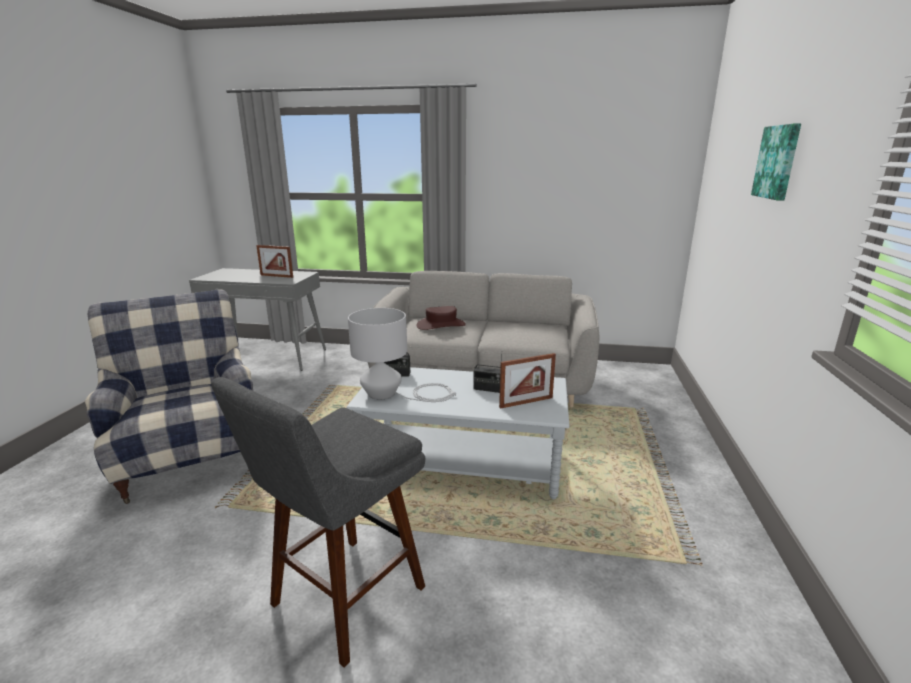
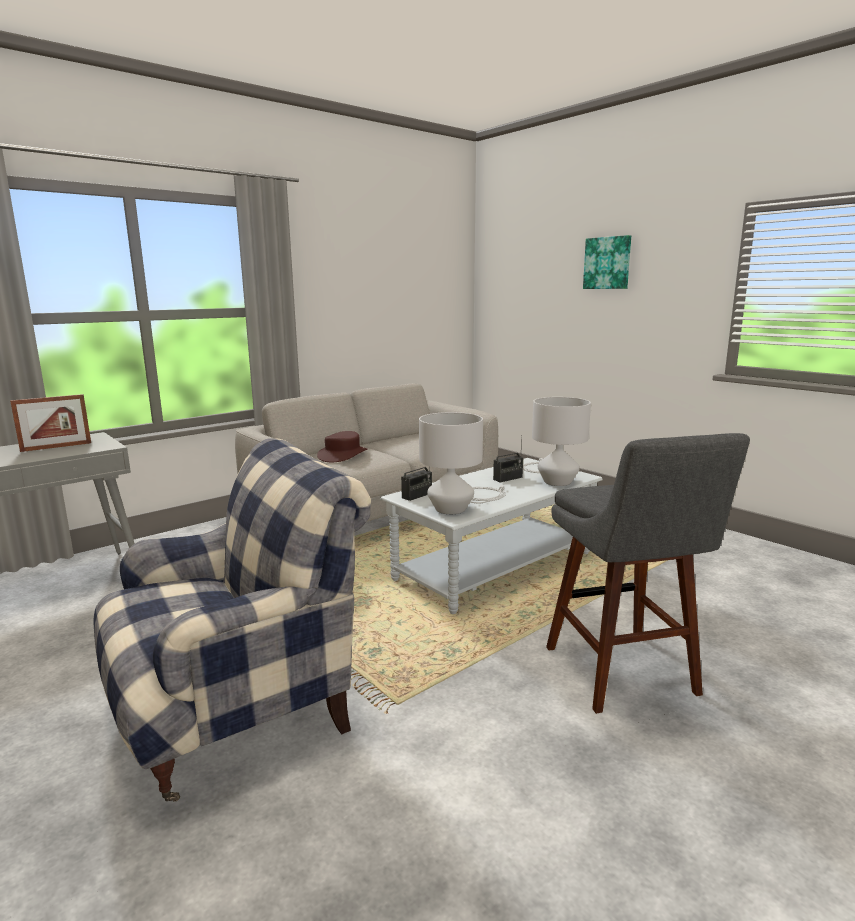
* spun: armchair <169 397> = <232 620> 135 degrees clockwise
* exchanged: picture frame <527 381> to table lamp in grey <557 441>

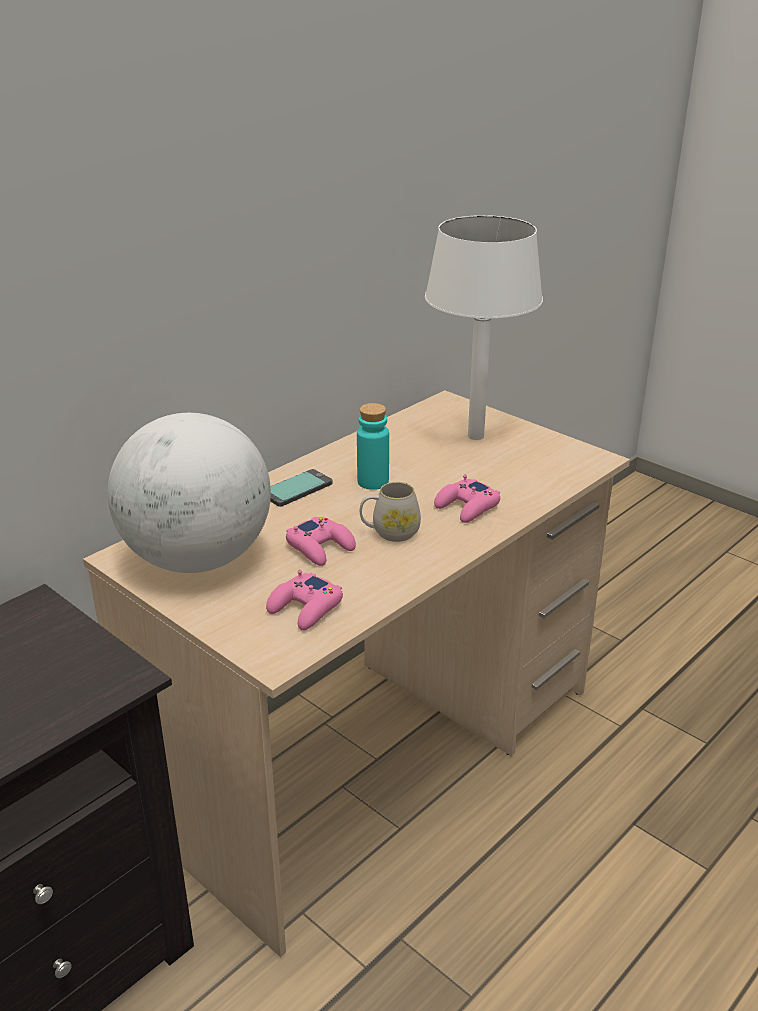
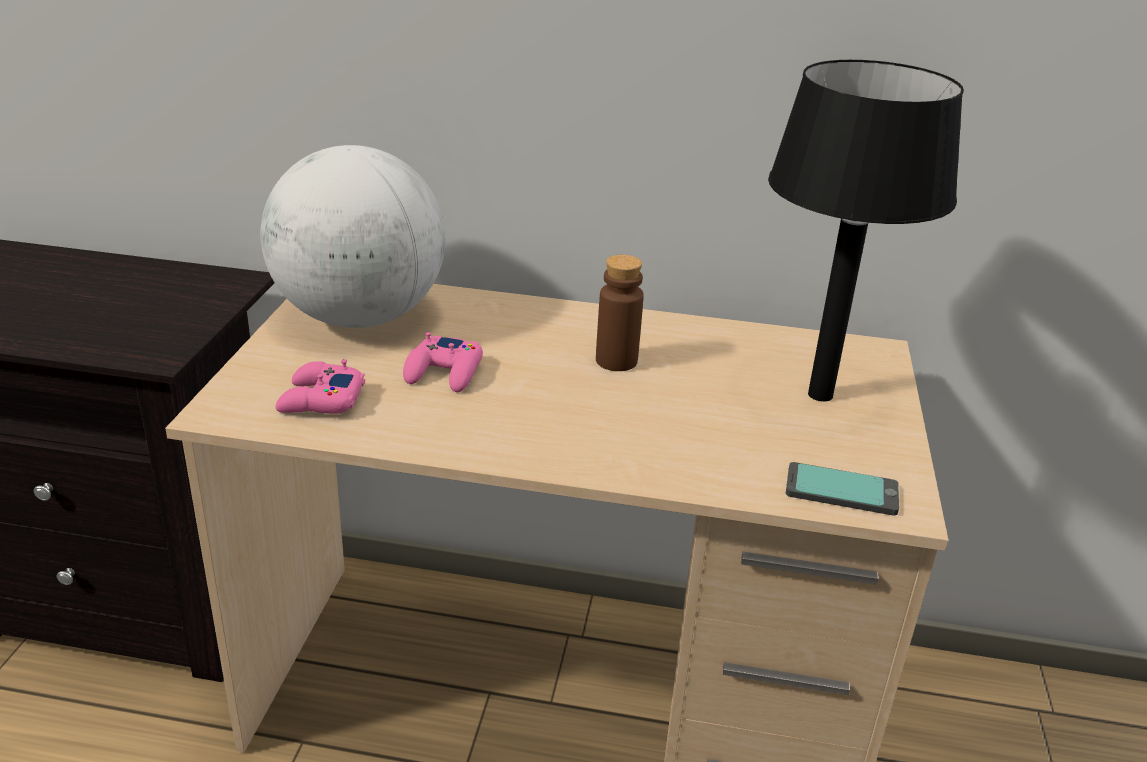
* relocated: phone <301 488> to <842 489>
* colour: bottle in turquoise <373 446> to bottle in brown <620 313>
* missing: mug in white <390 512>
* colour: table lamp in white <484 327> to table lamp in black <866 231>
* missing: game controller in pink <467 499>

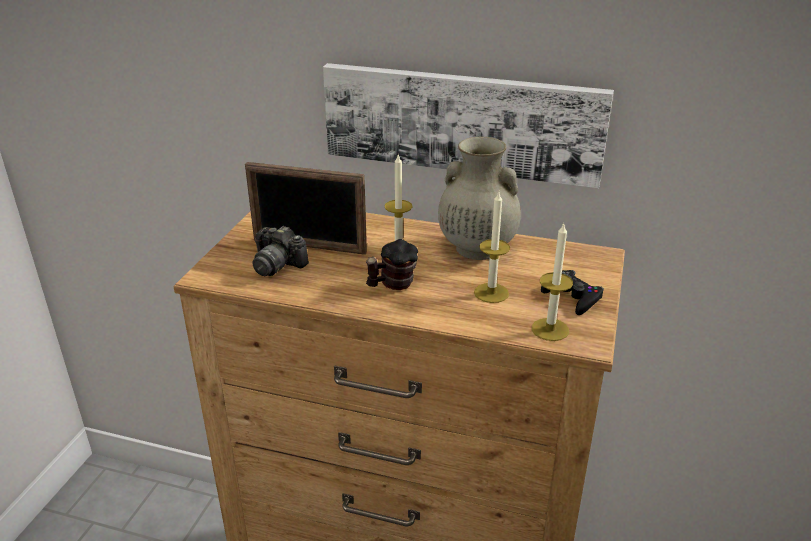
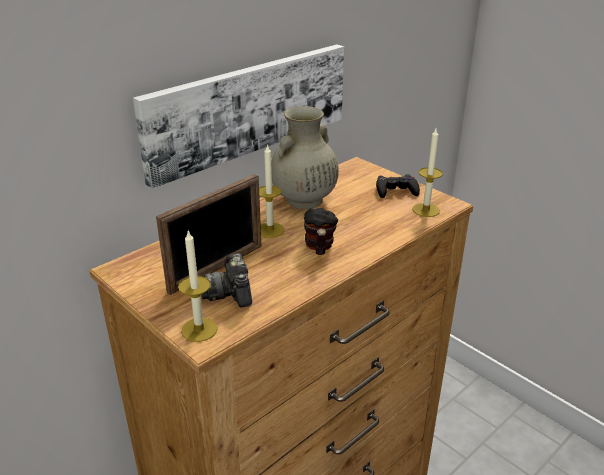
* spun: photo camera <280 251> = <226 280> 105 degrees clockwise
* relocated: candle <492 247> to <198 286>

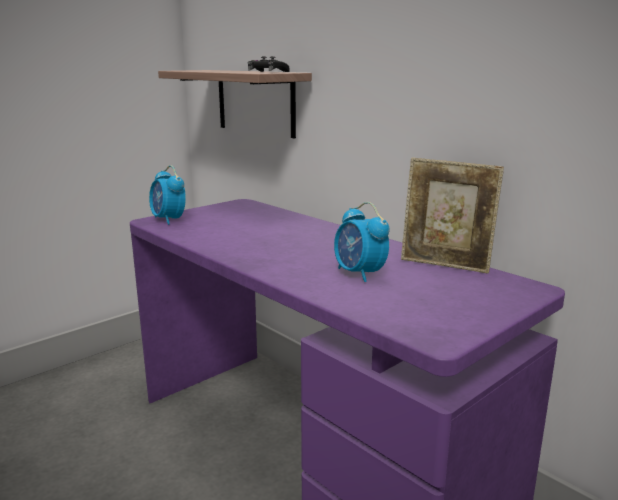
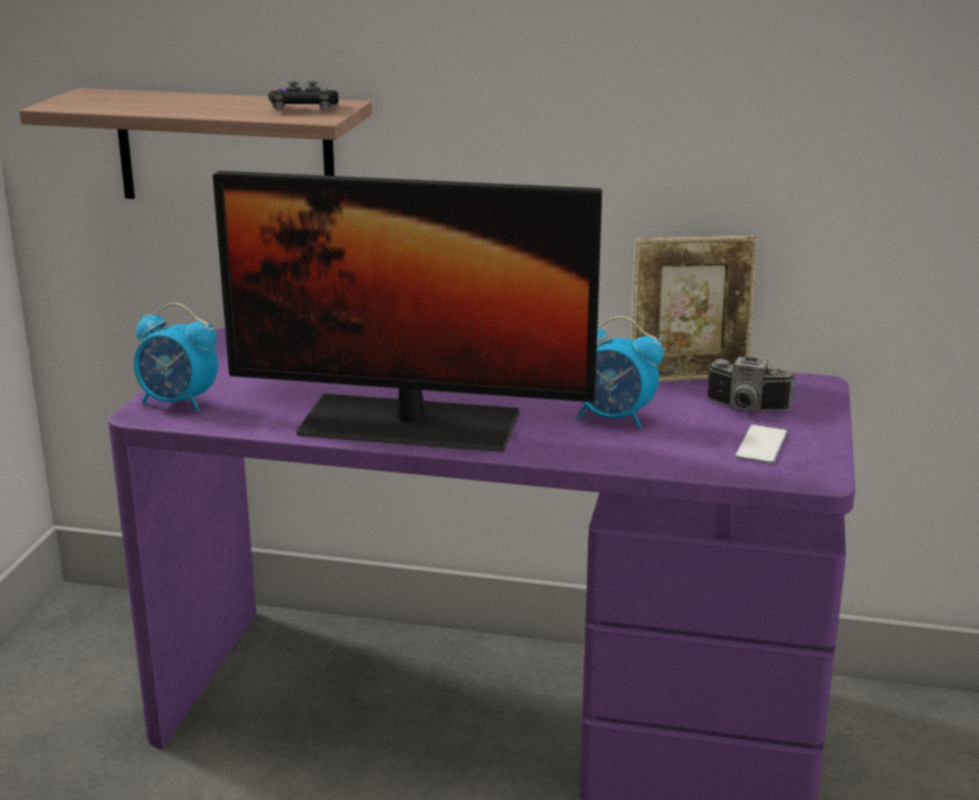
* appeared: monitor <407 311>
* appeared: photo camera <751 383>
* appeared: phone <761 443>

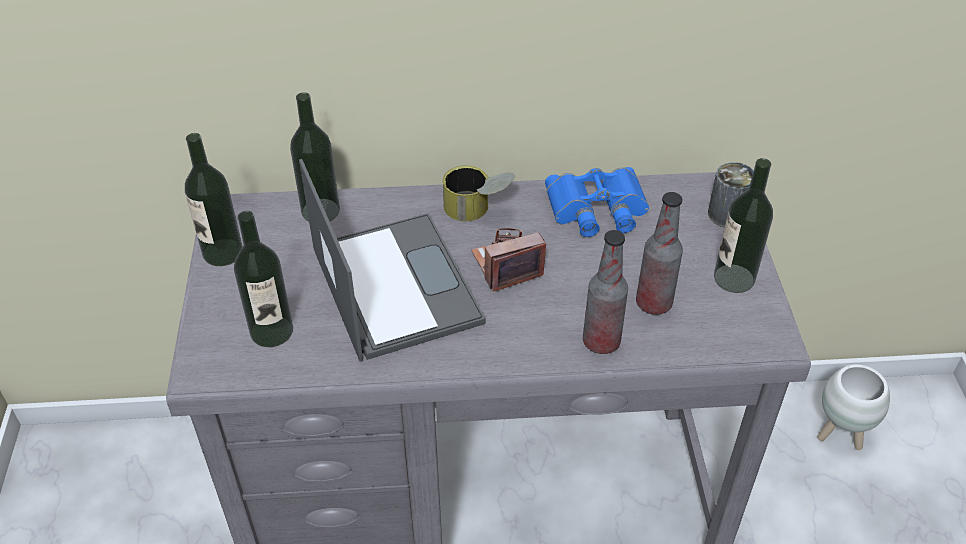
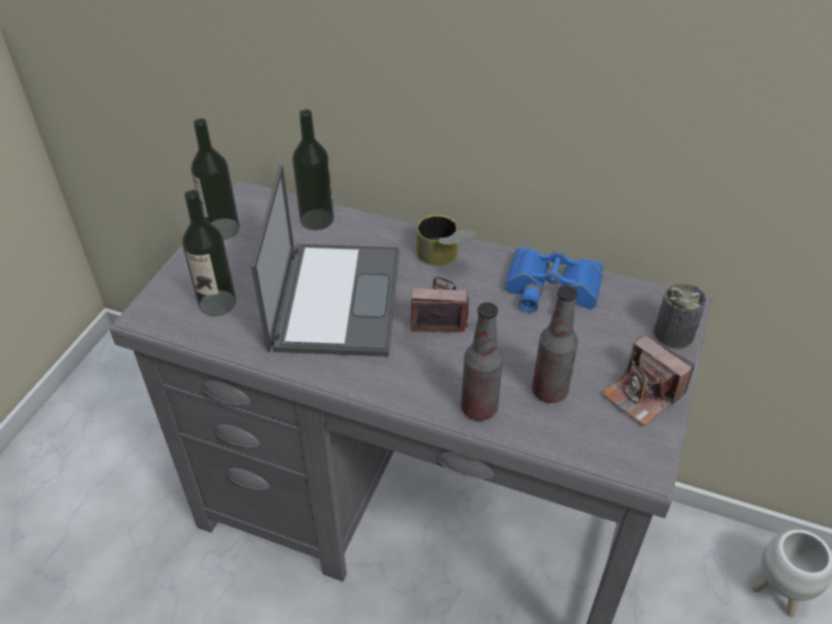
* exchanged: bottle <743 225> to photo camera <648 380>

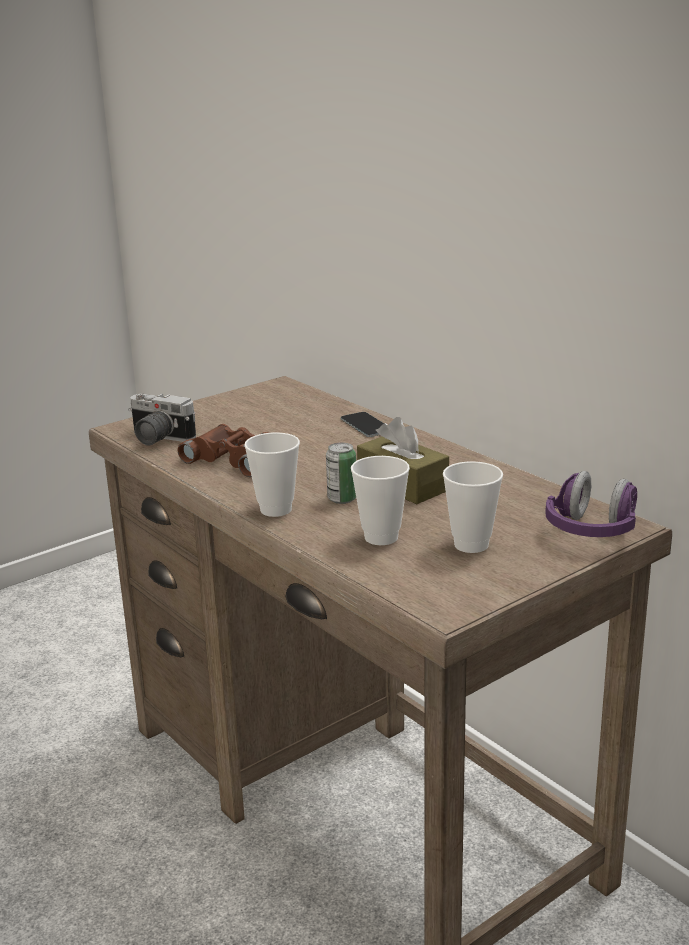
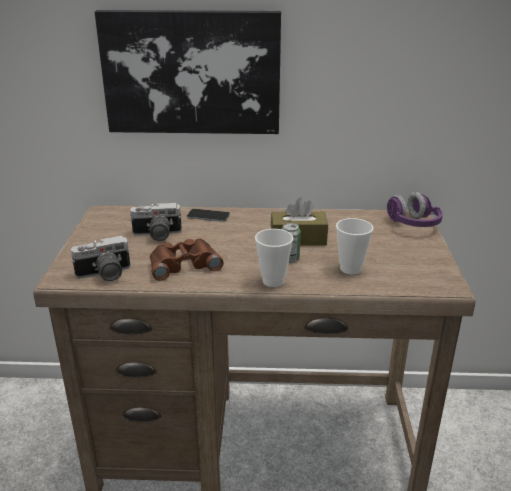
* missing: cup <473 507>
* appeared: picture <188 72>
* appeared: photo camera <155 222>

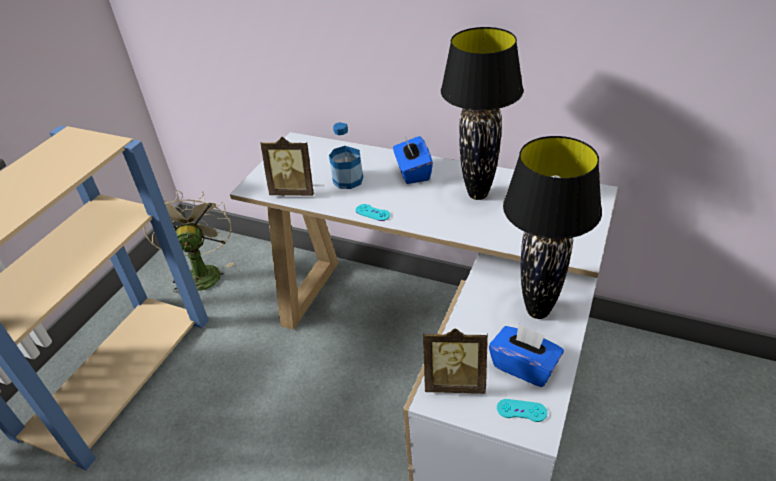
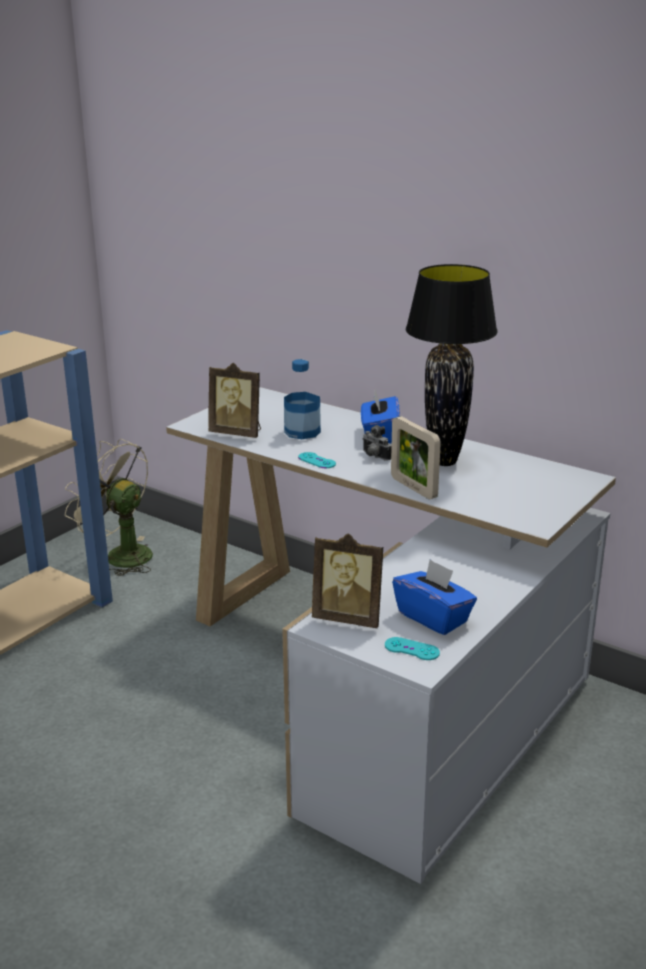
* spun: fan in beige <189 241> = <109 507> 60 degrees counterclockwise
* missing: table lamp in black <552 227>
* appeared: photo camera <377 443>
* appeared: picture frame <416 457>

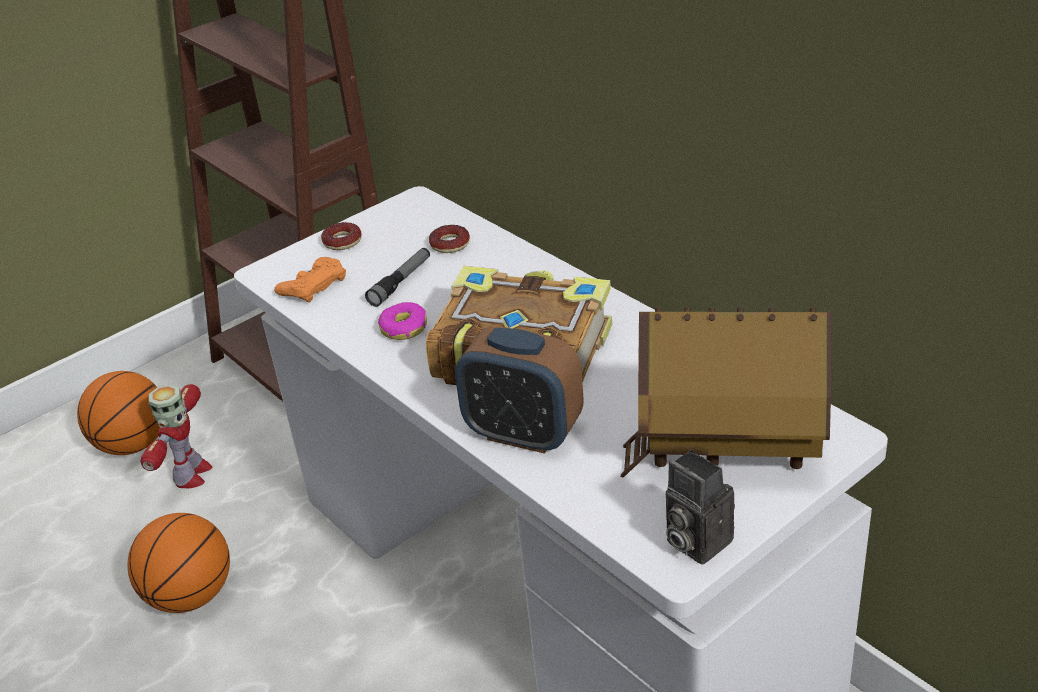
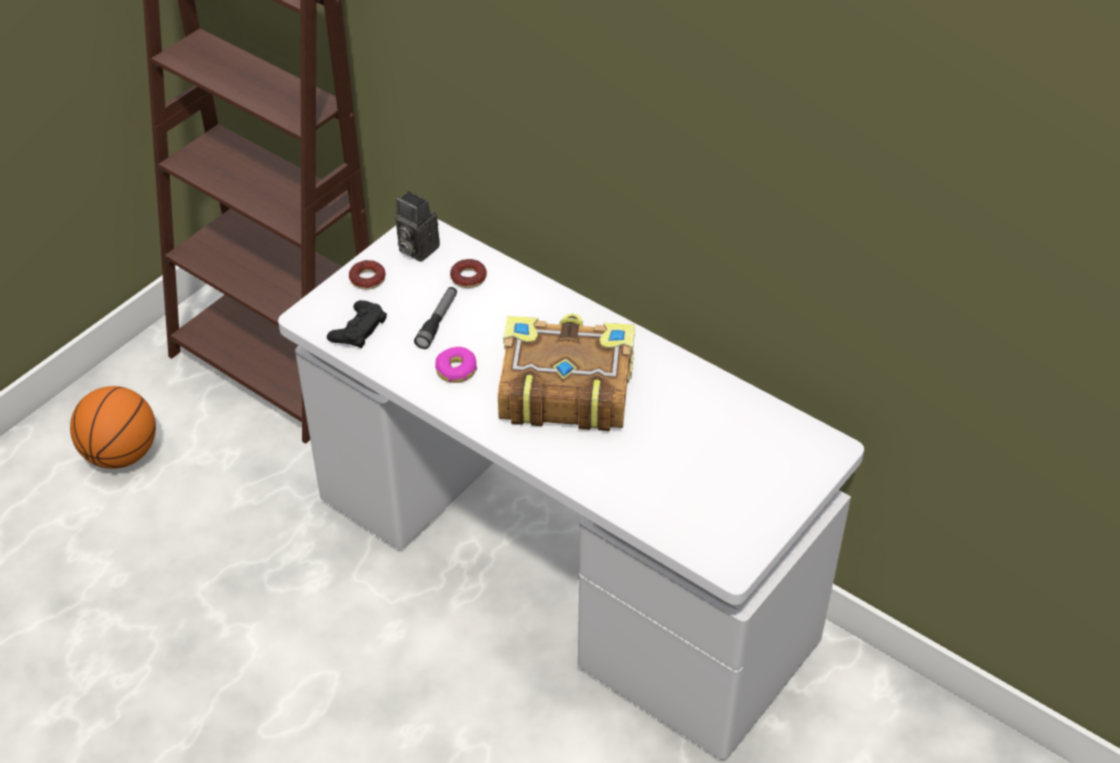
* missing: basketball <178 563>
* missing: toy robot <176 436>
* colour: game controller in orange <310 280> to game controller in black <357 324>
* missing: alarm clock <519 390>
* missing: toy house <726 392>
* relocated: photo camera <700 507> to <418 226>

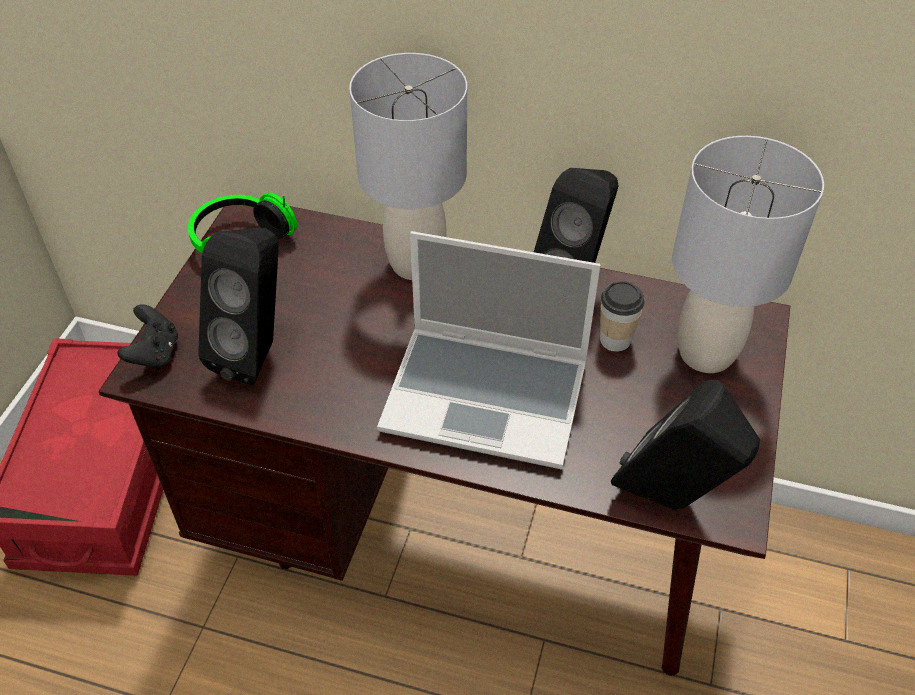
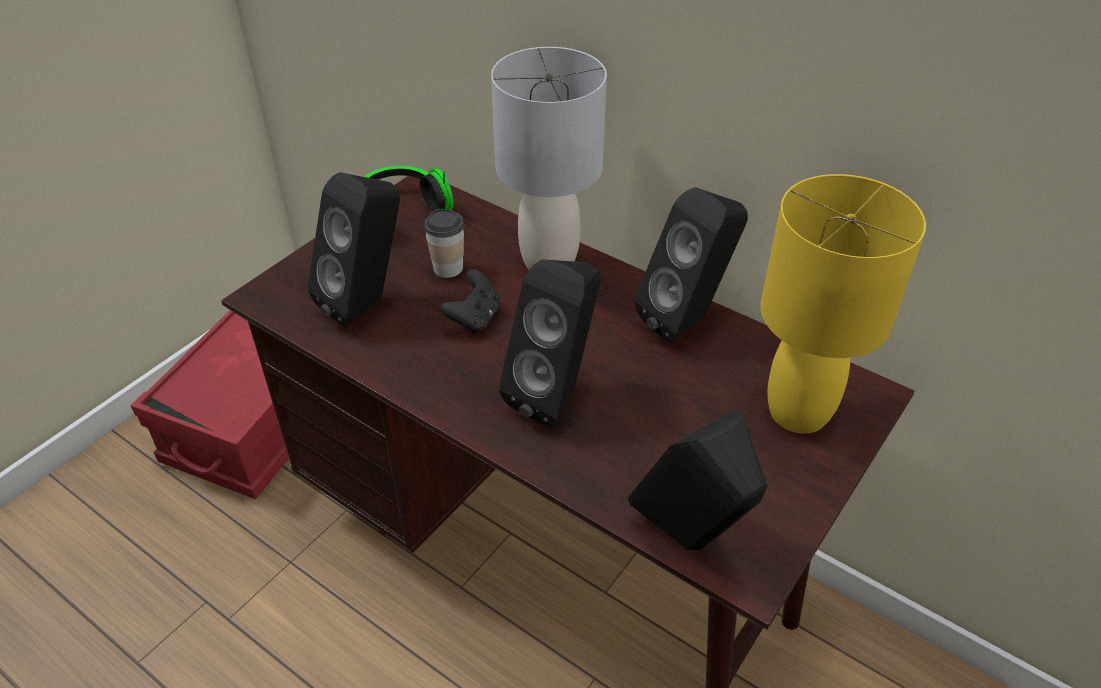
* relocated: game controller in black <148 337> to <471 301>
* exchanged: laptop <488 350> to speaker in black <550 343>
* relocated: cup <622 316> to <444 243>
* colour: table lamp in grey <748 254> to table lamp in yellow <843 304>

